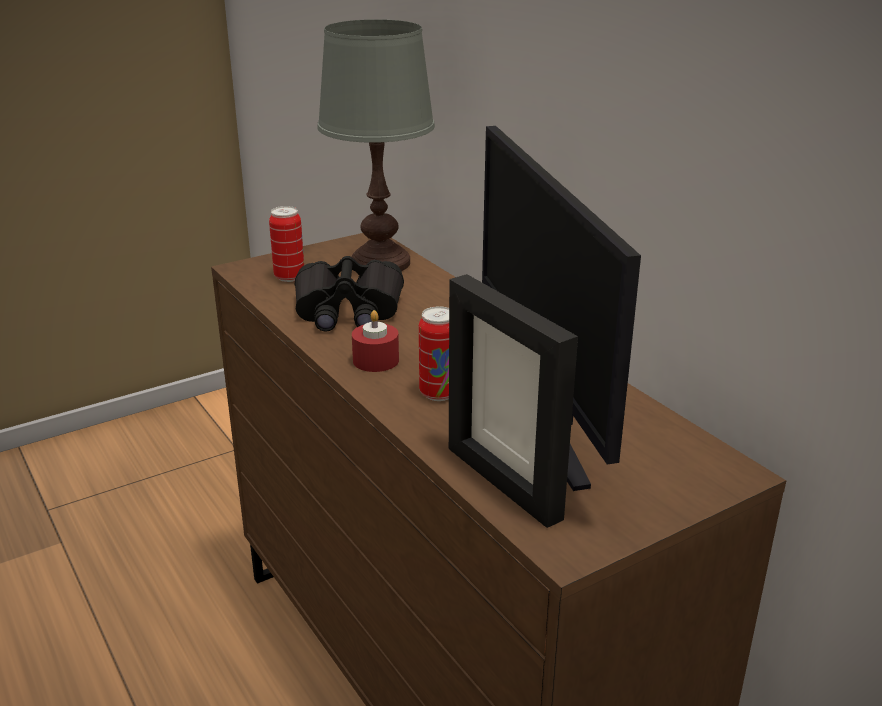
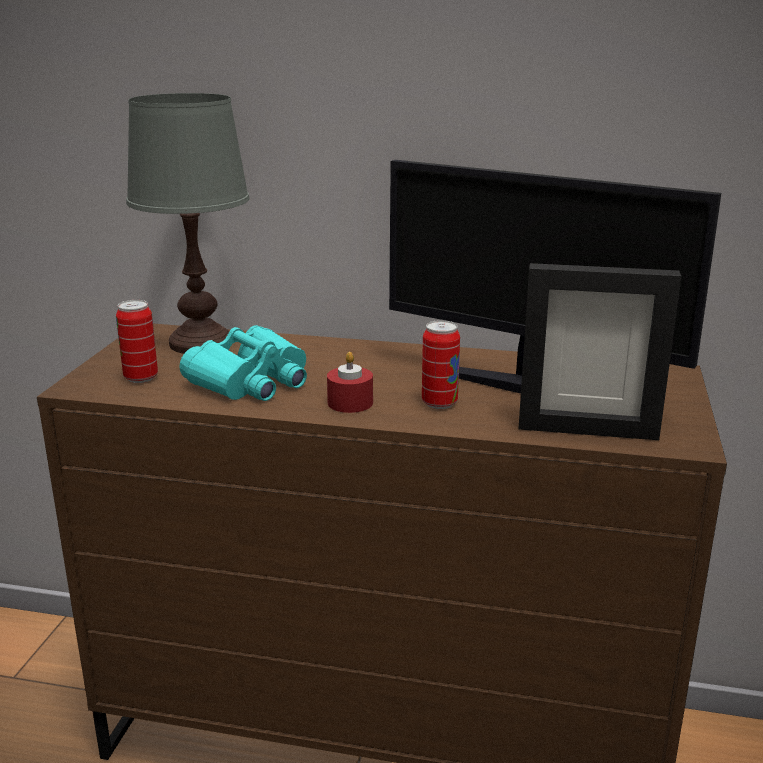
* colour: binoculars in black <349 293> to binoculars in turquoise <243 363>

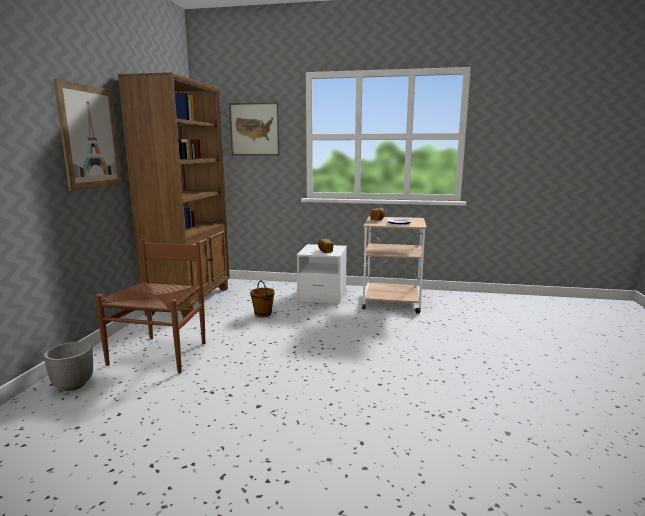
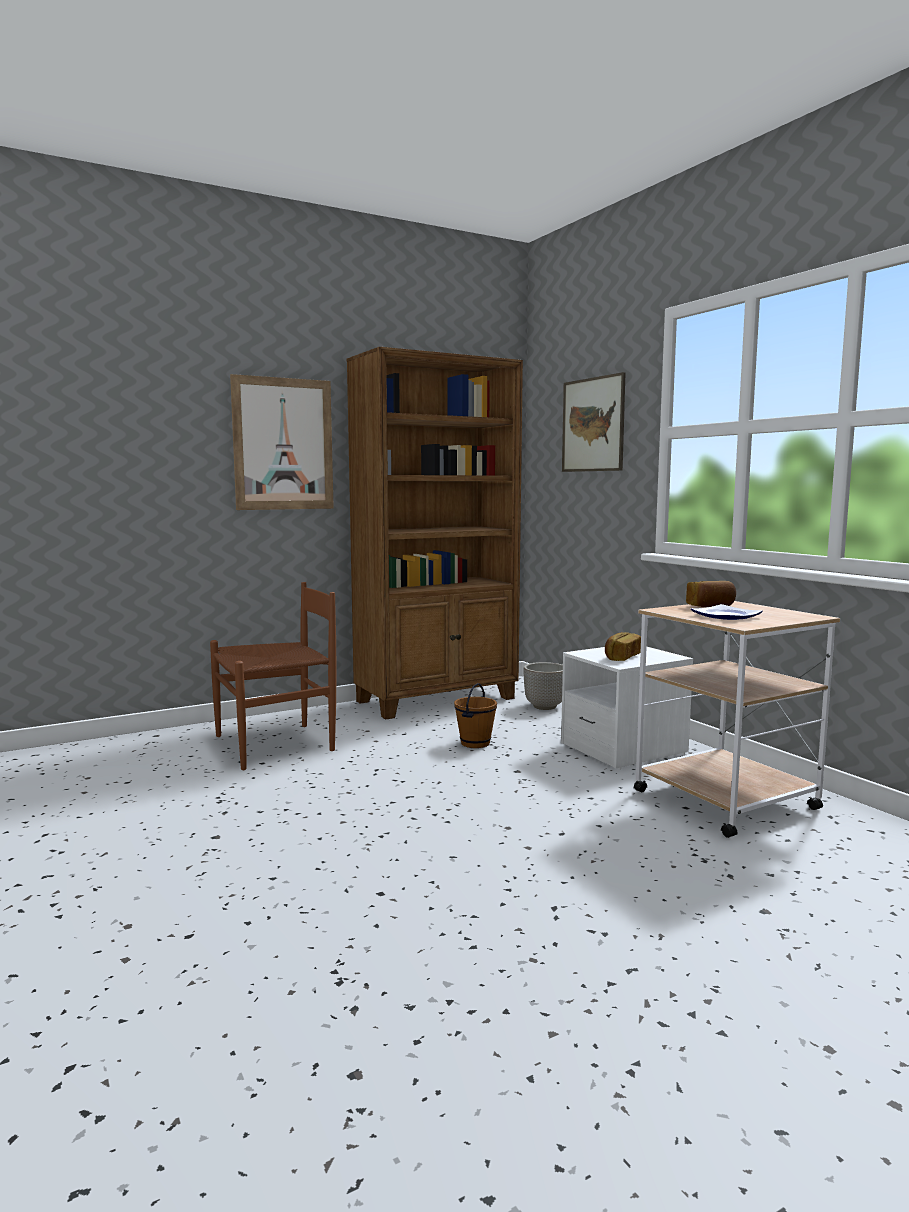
* relocated: planter <68 366> to <543 686>

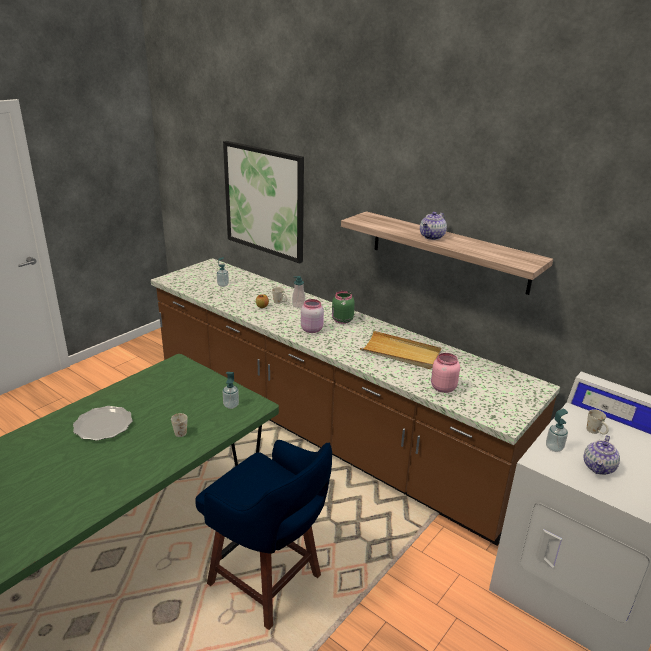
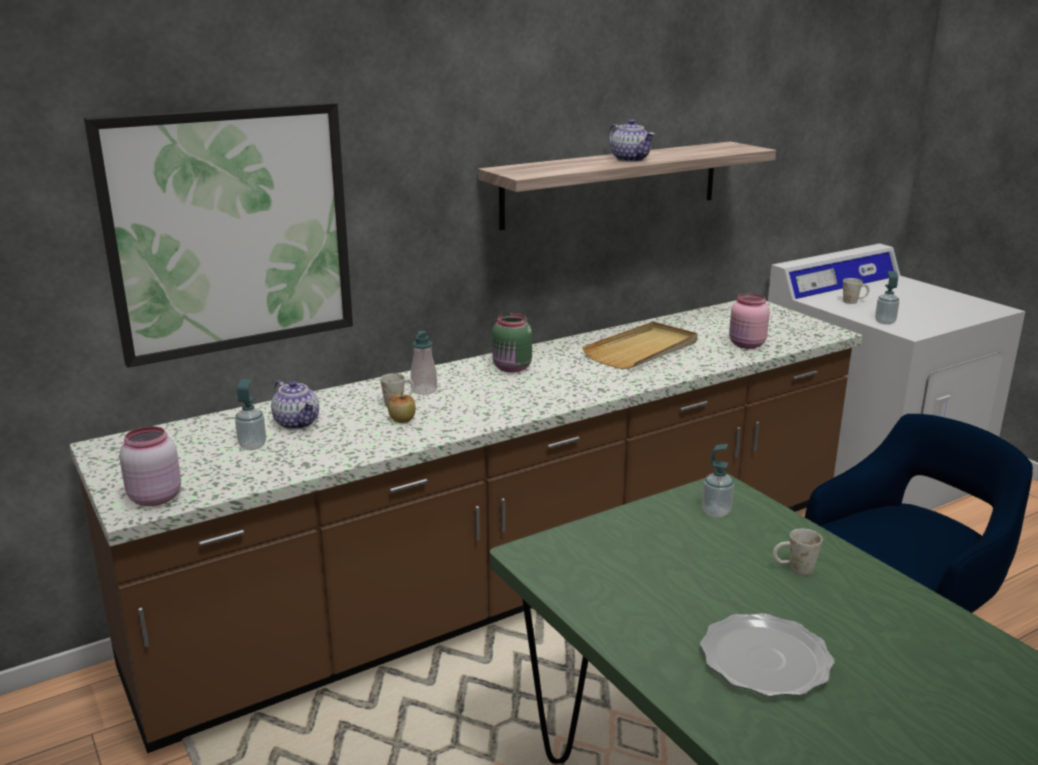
* relocated: jar in pink <312 316> to <150 466>
* relocated: teapot <602 455> to <295 405>

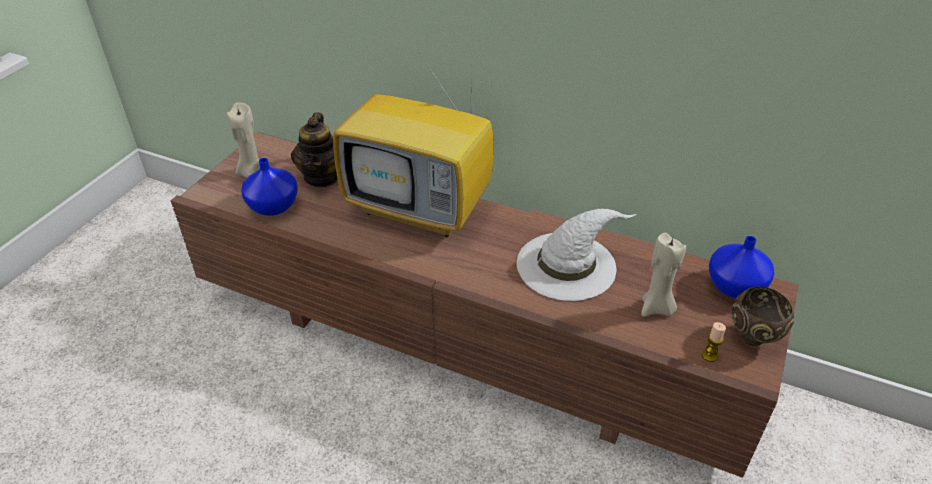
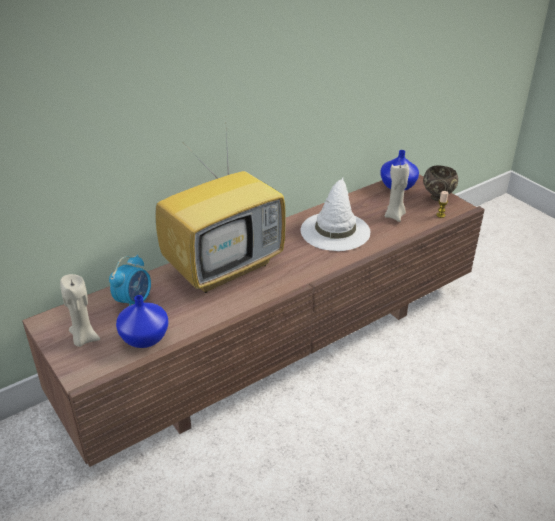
* exchanged: teapot <314 150> to alarm clock <130 280>

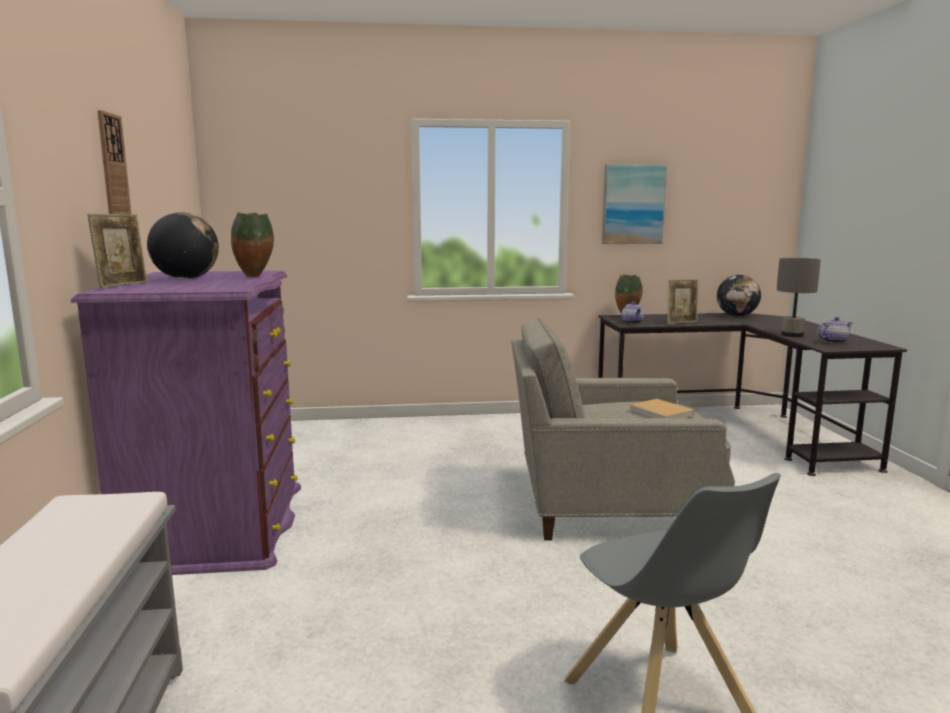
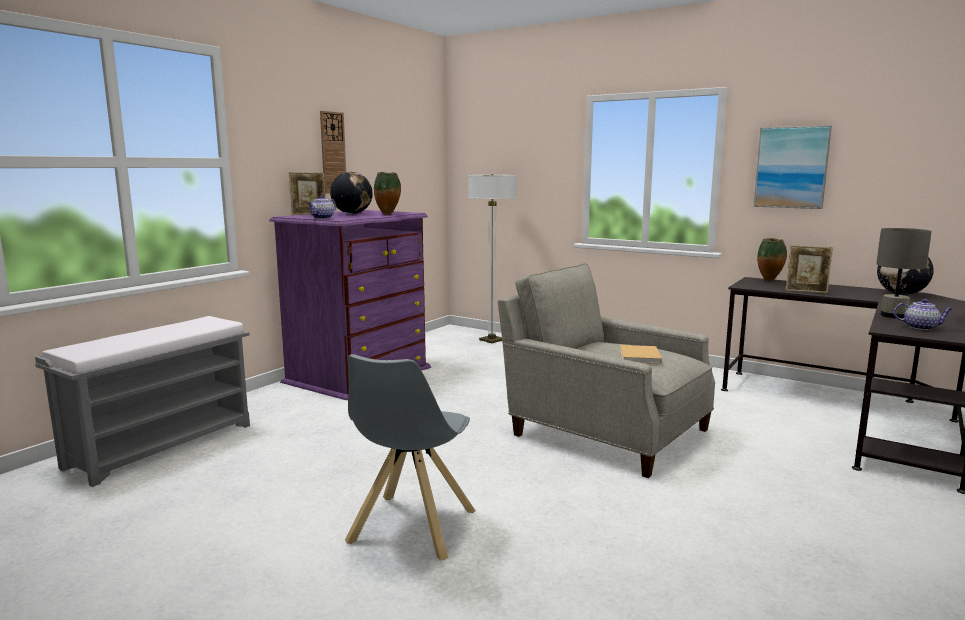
* relocated: teapot <632 312> to <321 207>
* appeared: floor lamp <492 258>

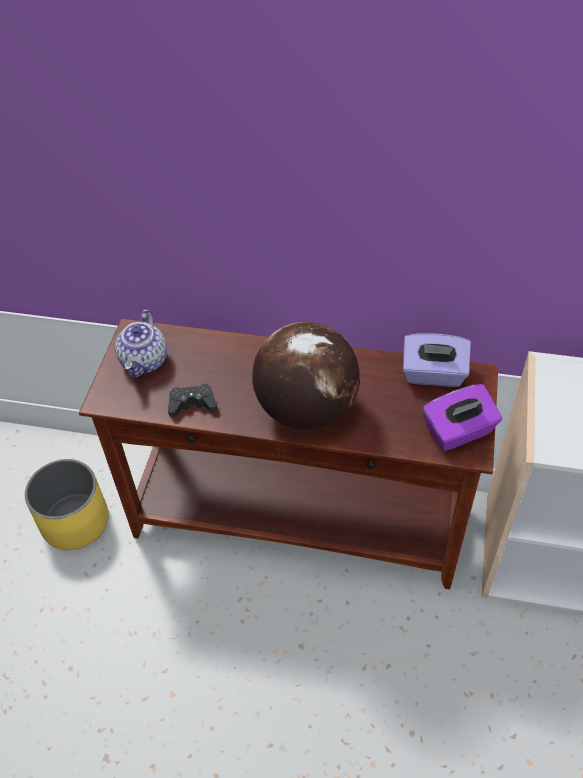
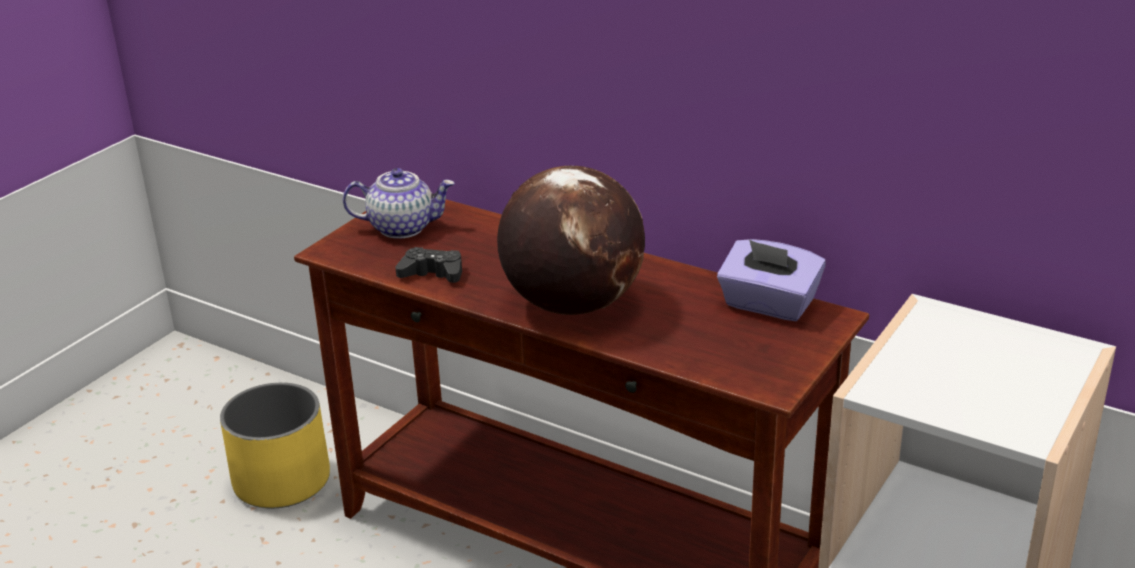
* spun: teapot <141 343> = <399 203> 120 degrees counterclockwise
* missing: tissue box in purple <462 417>

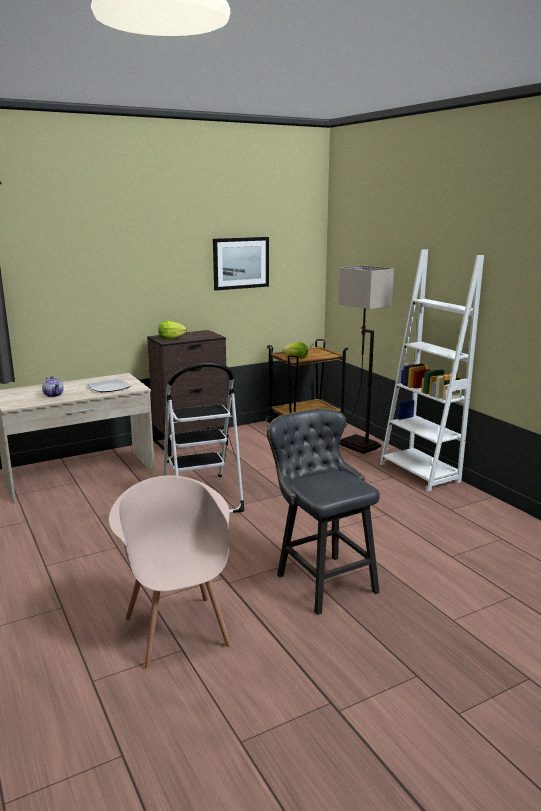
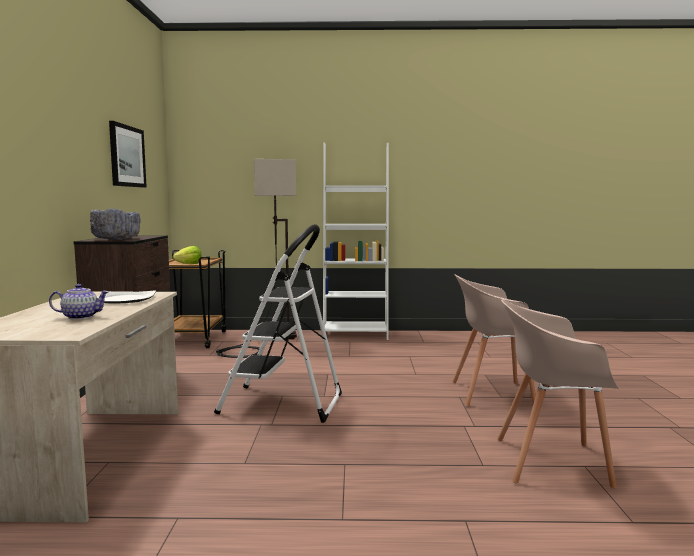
* exchanged: lettuce <172 330> to bowl in grey <115 224>
* exchanged: stool in grey <323 512> to chair in beige <494 340>

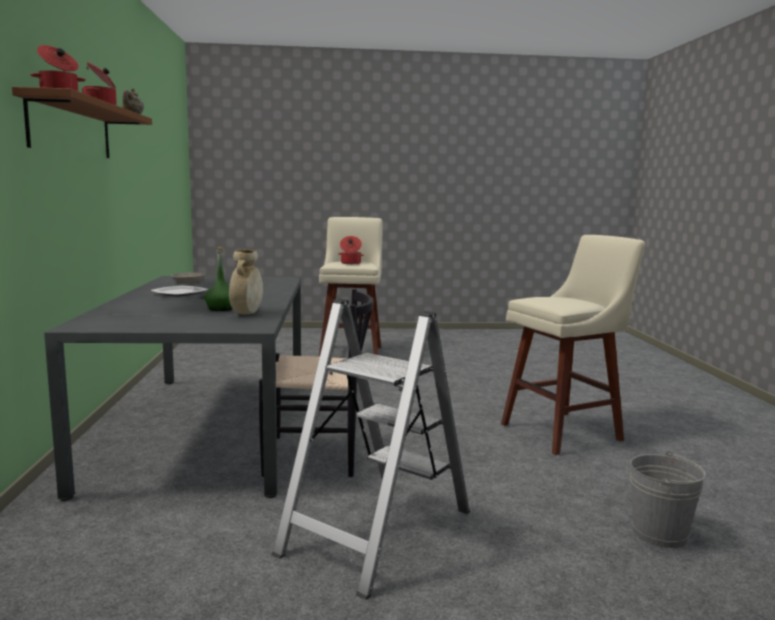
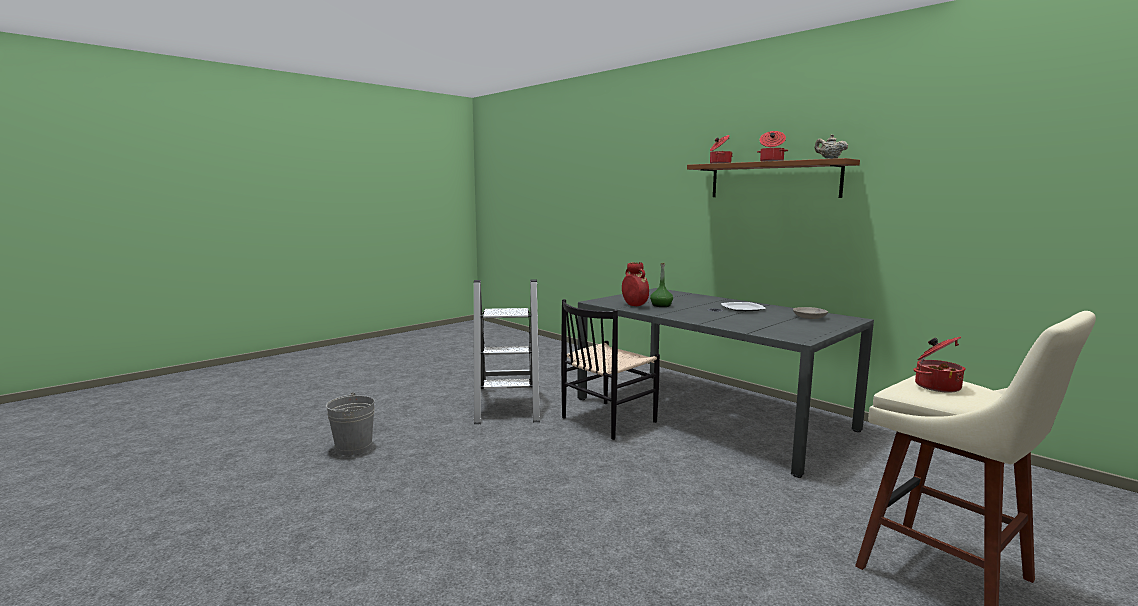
* colour: vase in beige <246 282> to vase in red <635 284>
* missing: stool in beige <573 345>

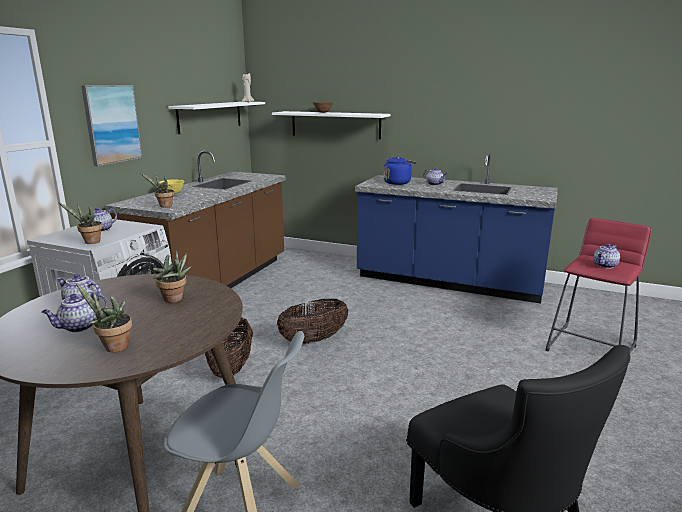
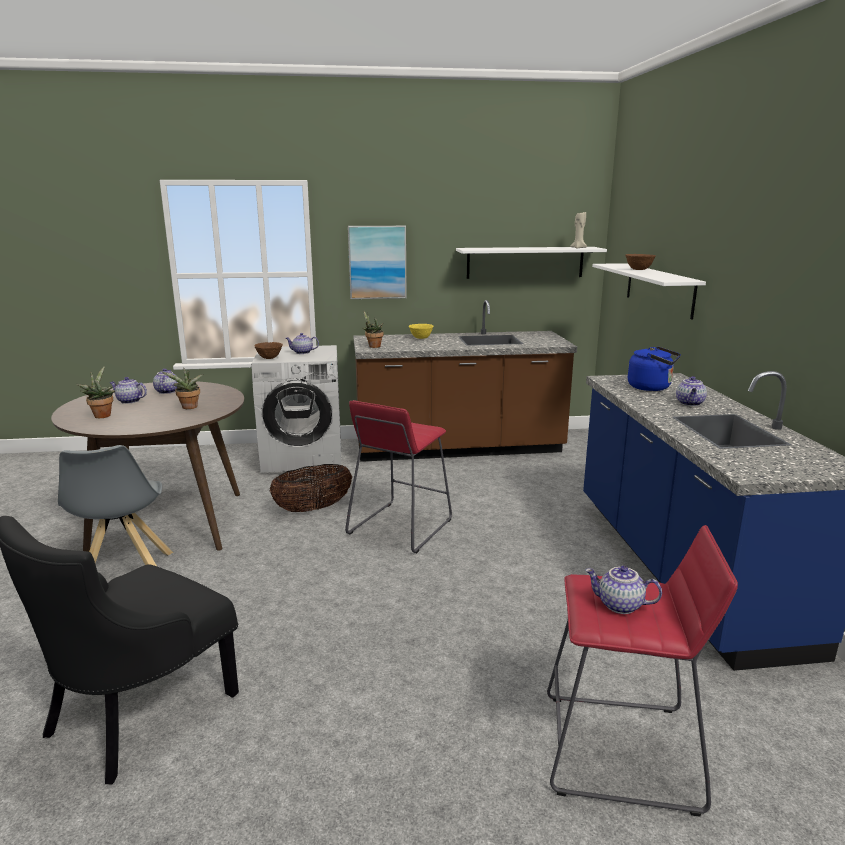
* exchanged: potted plant <80 223> to bowl in brown <268 350>
* exchanged: basket <312 321> to stool in red <398 476>

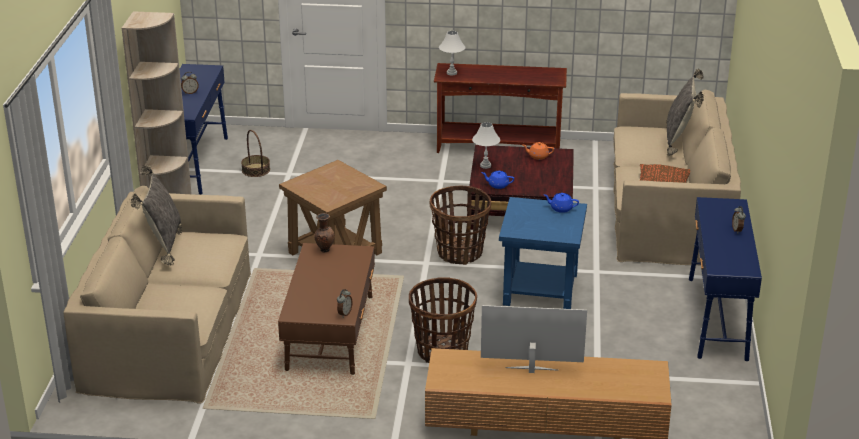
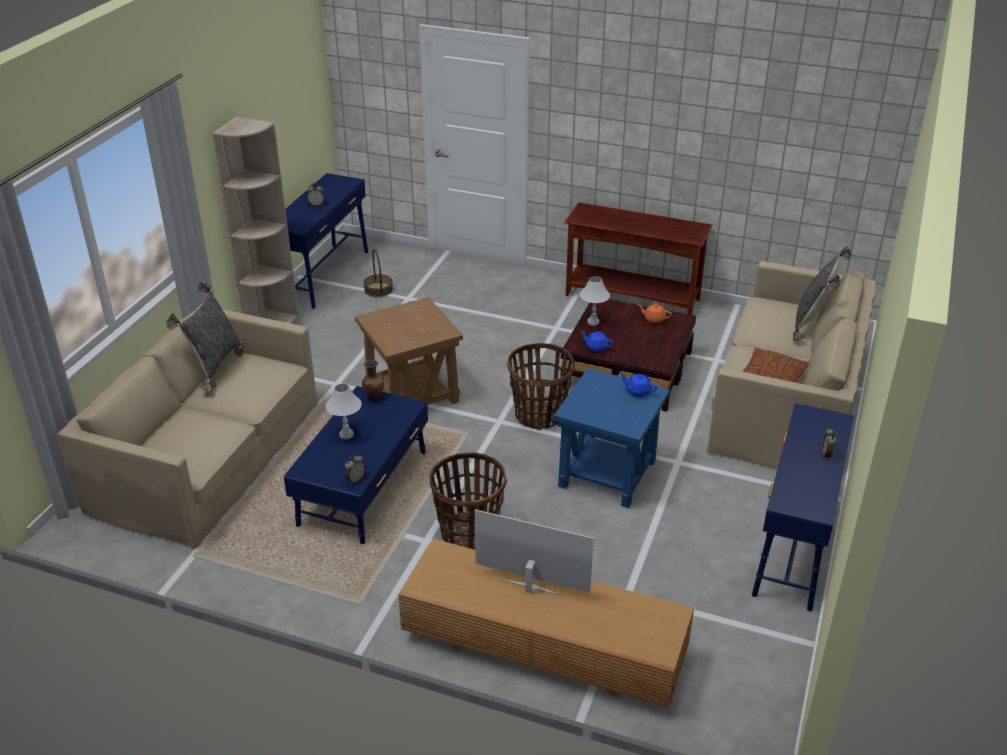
* colour: coffee table in brown <326 309> to coffee table in blue <356 465>
* relocated: table lamp in white <452 53> to <343 411>

